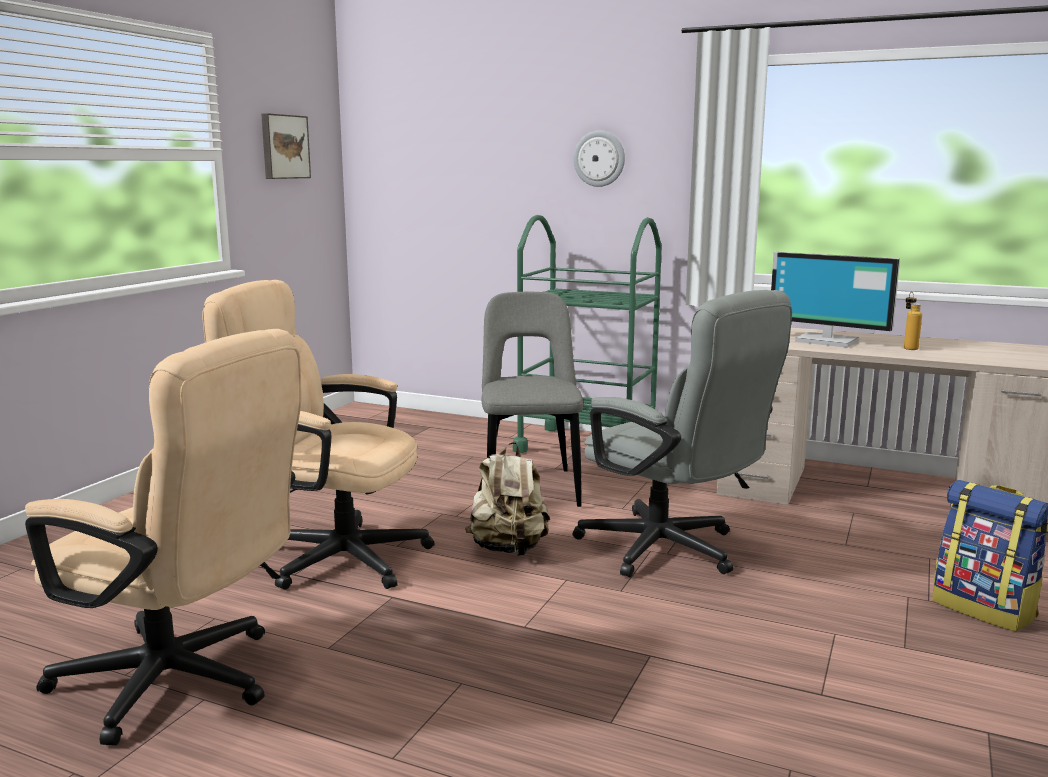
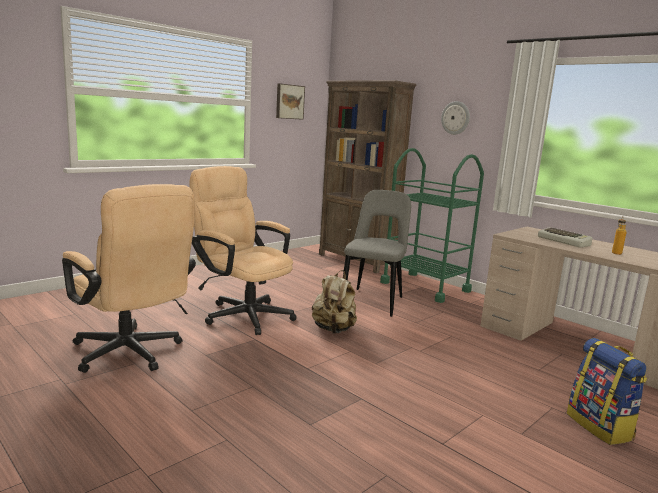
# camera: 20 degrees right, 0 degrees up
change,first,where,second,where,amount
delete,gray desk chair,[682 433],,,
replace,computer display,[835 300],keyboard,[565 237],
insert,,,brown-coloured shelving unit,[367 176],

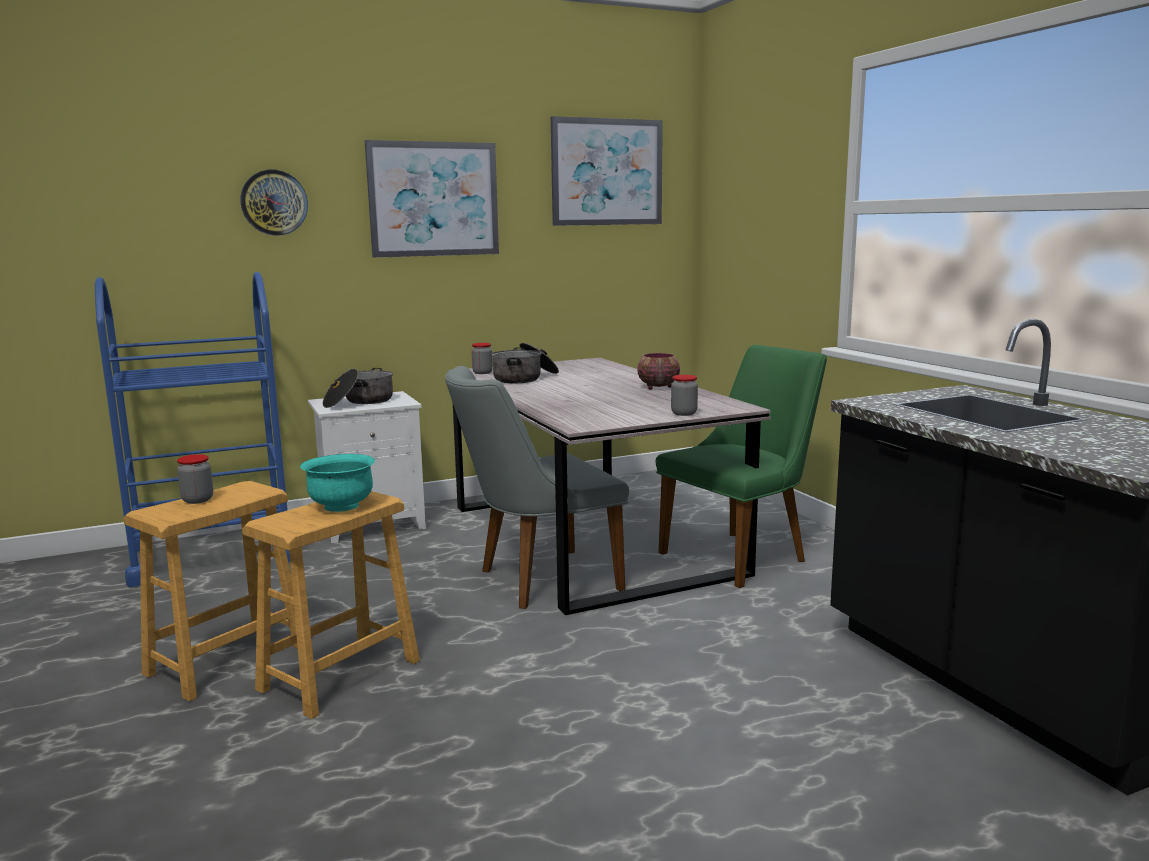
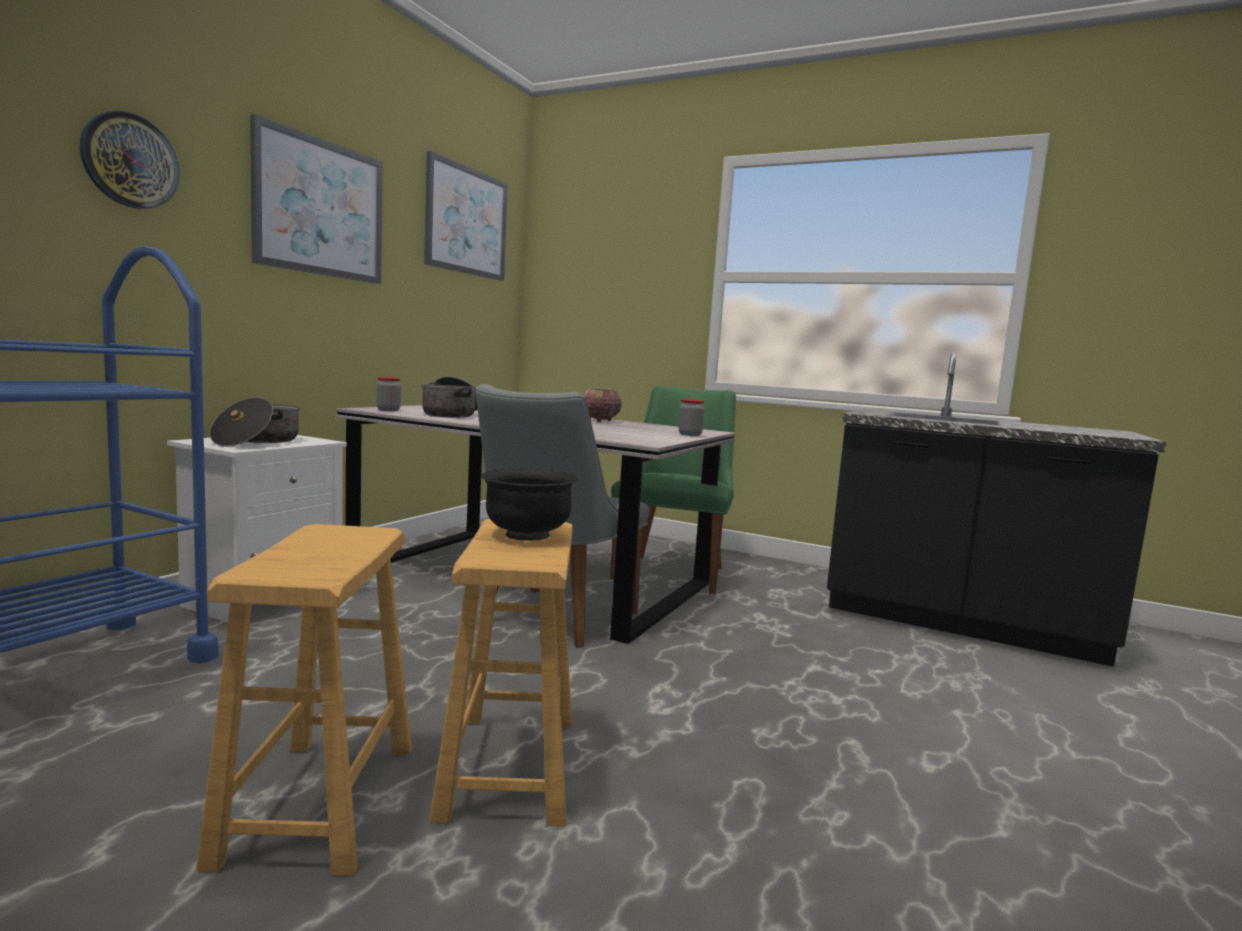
# camera: 40 degrees left, 5 degrees down
change,first,where,second,where,amount
delete,jar,[195 479],,,
recolor,blue-green deep dish,[337 483],blackish deep dish,[529 505],

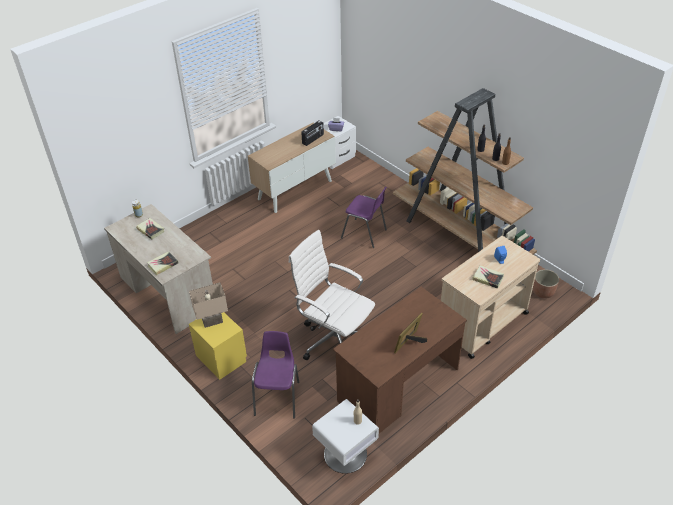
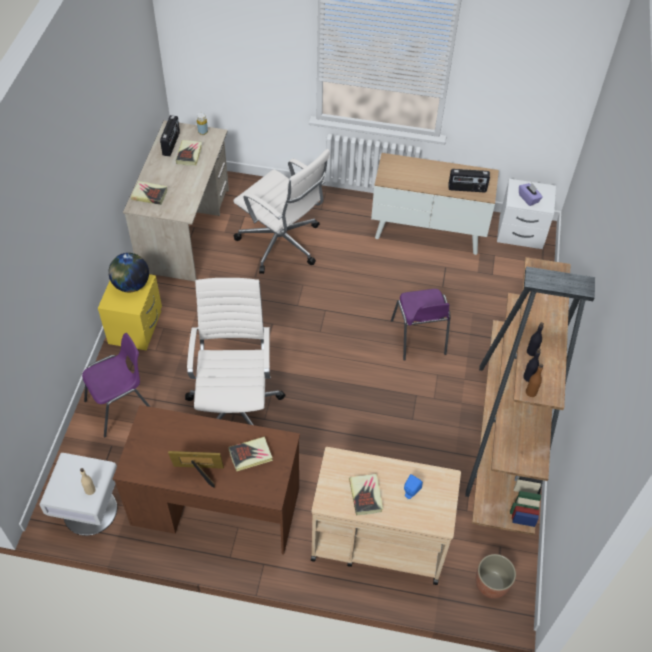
# camera: 50 degrees right, 10 degrees up
change,first,where,second,where,amount
replace,beige-coloured lamp for a table,[208 305],globe,[128 272],
insert,,,radio set,[170 135],
insert,,,volume,[250 453],
insert,,,whitish desk chair,[281 211],

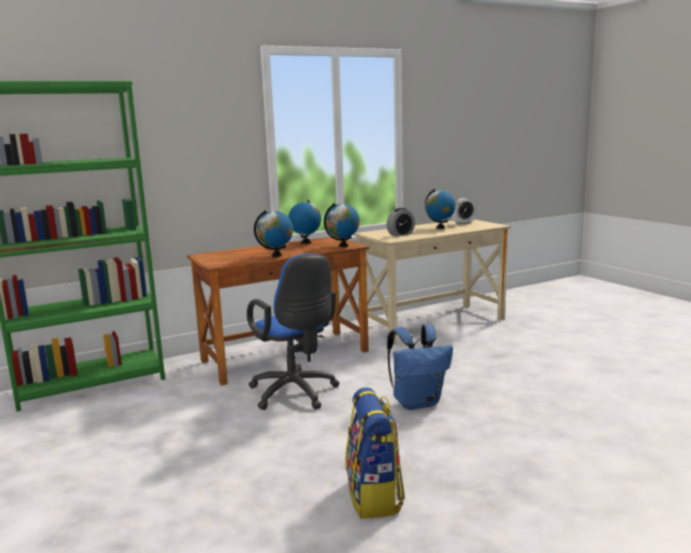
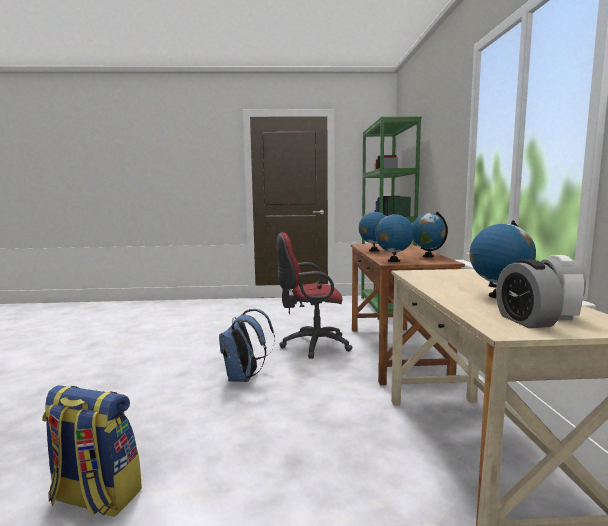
# camera: 115 degrees right, 5 degrees down
change,first,where,second,where,amount
recolor,blue-coloured desk chair,[293 332],red desk chair,[315 295],
move,backpack,[375 453],,[92 451],
move,bedside clock,[401 222],,[530 293],

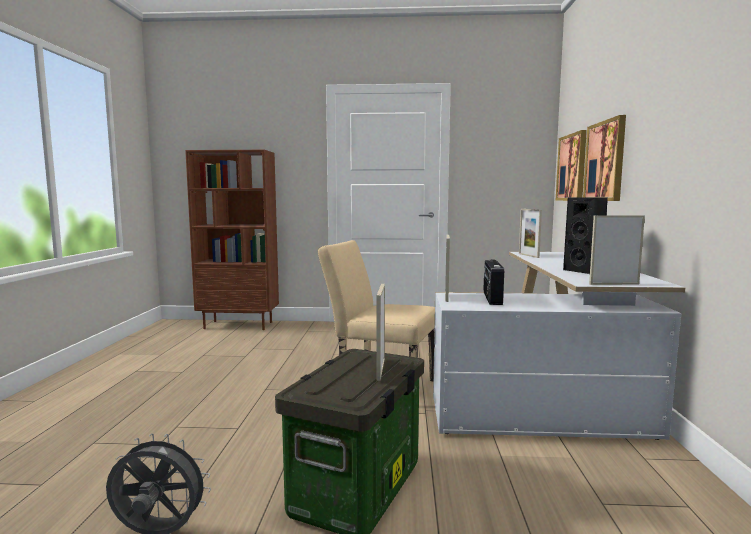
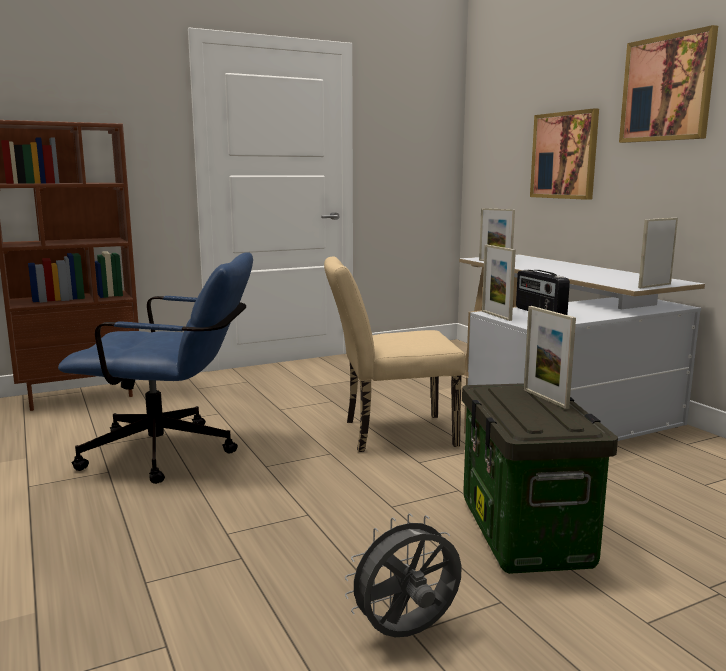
# camera: 30 degrees left, 5 degrees up
change,first,where,second,where,amount
move,wall art,[571 165],,[668 84],
delete,blackish speaker,[585 235],,,
insert,,,blue-coloured desk chair,[155 368],

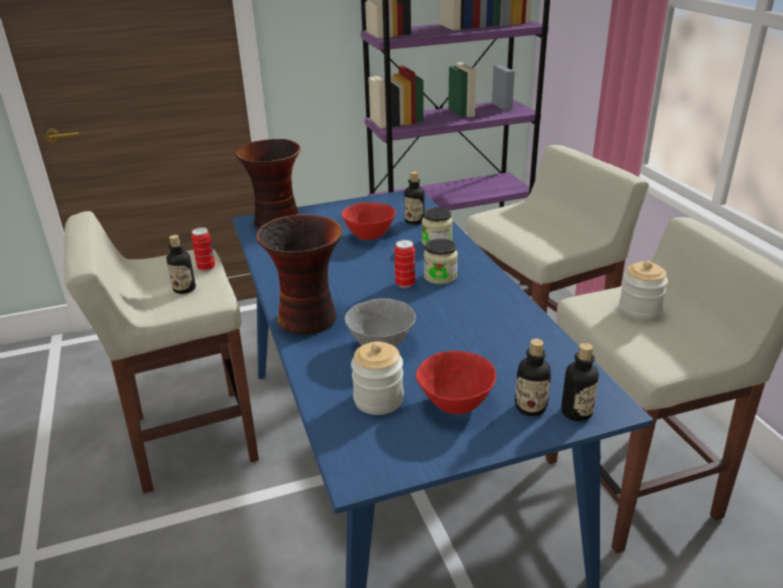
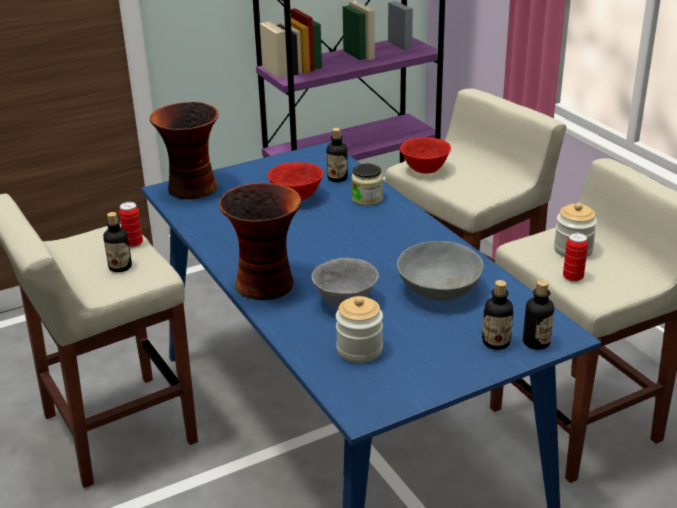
# camera: 10 degrees left, 0 degrees up
change,first,where,second,where,amount
move,can,[404 264],,[575 257],
move,red deep dish,[456 382],,[425 155],
delete,jar,[441 261],,,
insert,,,gray deep dish,[440 271],

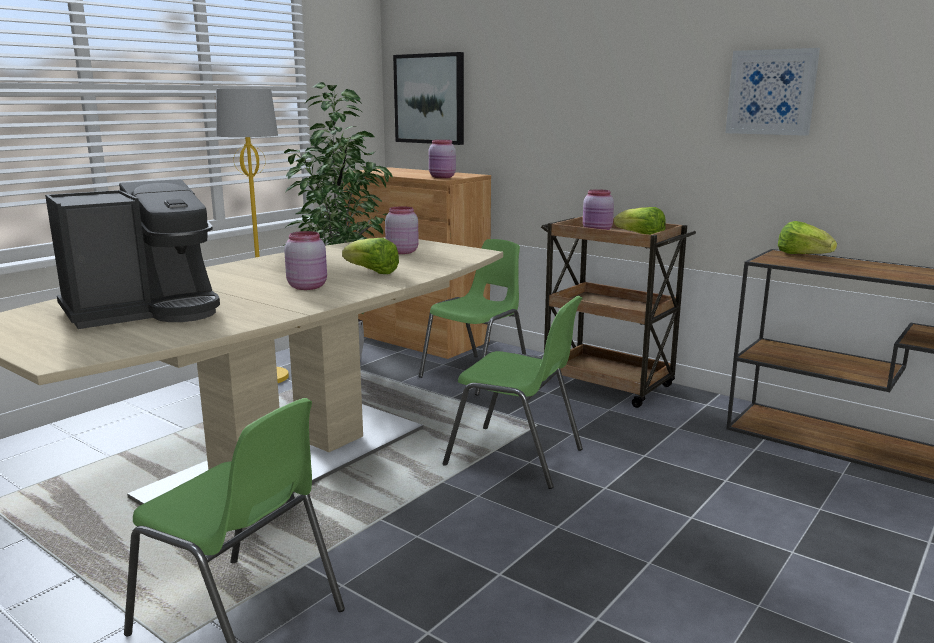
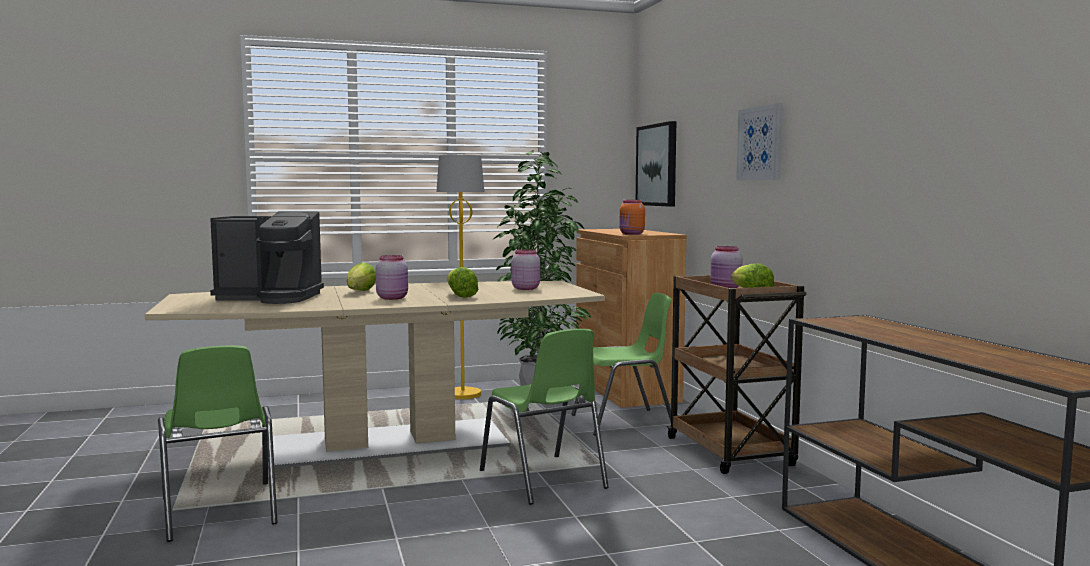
# camera: 35 degrees right, 10 degrees down
change,first,where,second,where,amount
recolor,pink jar,[442 159],orange-coloured jar,[632 217],
move,wall art,[772 92],,[760 141],
move,lettuce head,[807 237],,[361 276],

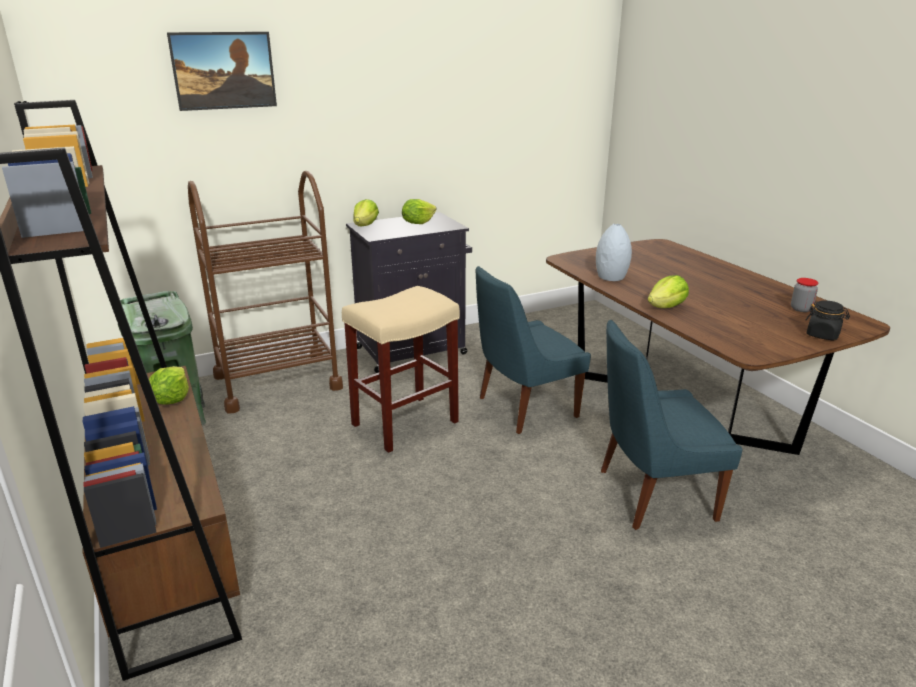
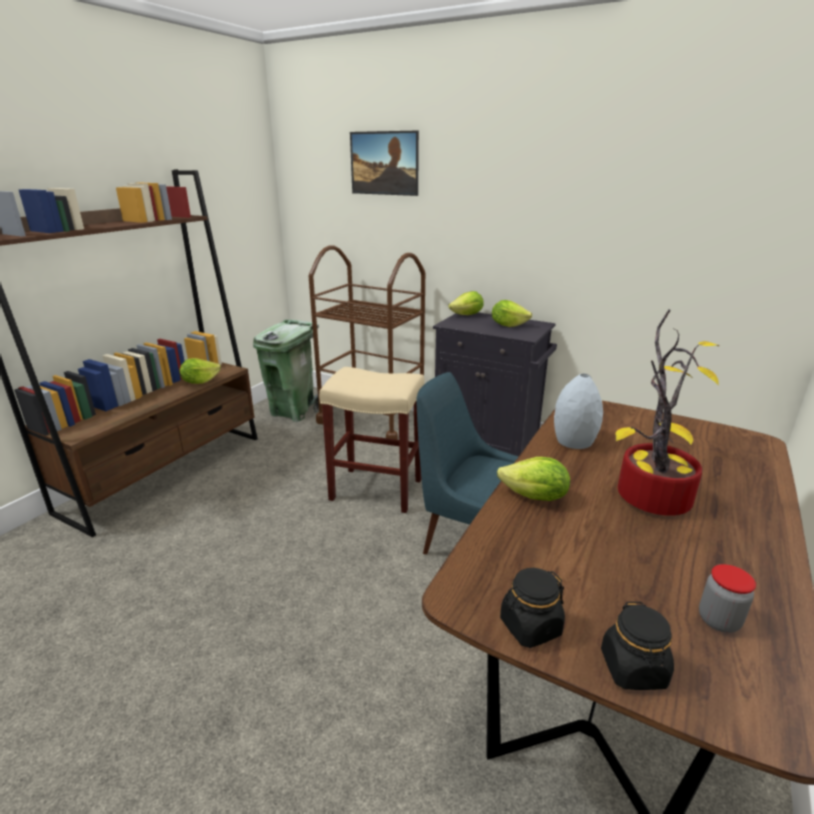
# camera: 55 degrees right, 0 degrees up
change,first,where,second,where,amount
delete,blue-coloured chair,[672 425],,,
insert,,,blackish jar,[532 608],
insert,,,plant in a pot,[667 413],

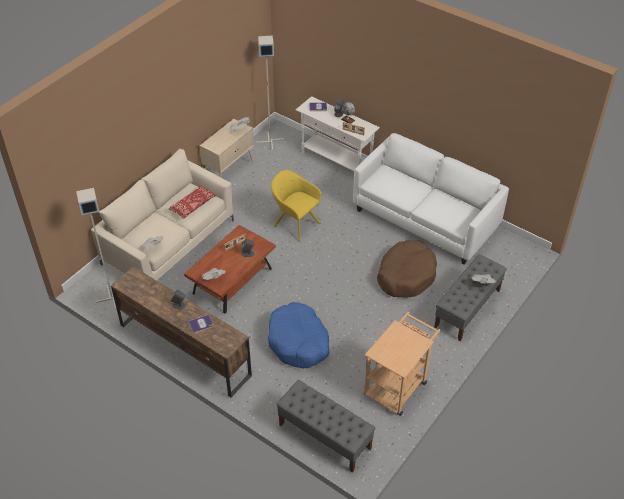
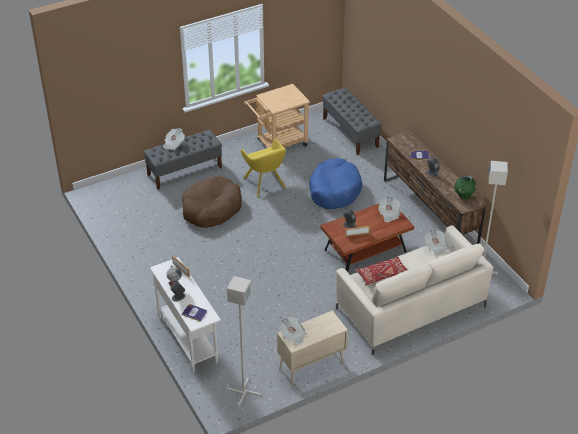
# camera: 155 degrees left, 5 degrees down
change,first,where,second,where,amount
move,yellow-coloured armchair,[296 206],,[263 168],
delete,whitish settee,[431 199],,,
insert,,,greenish vase,[465 187],

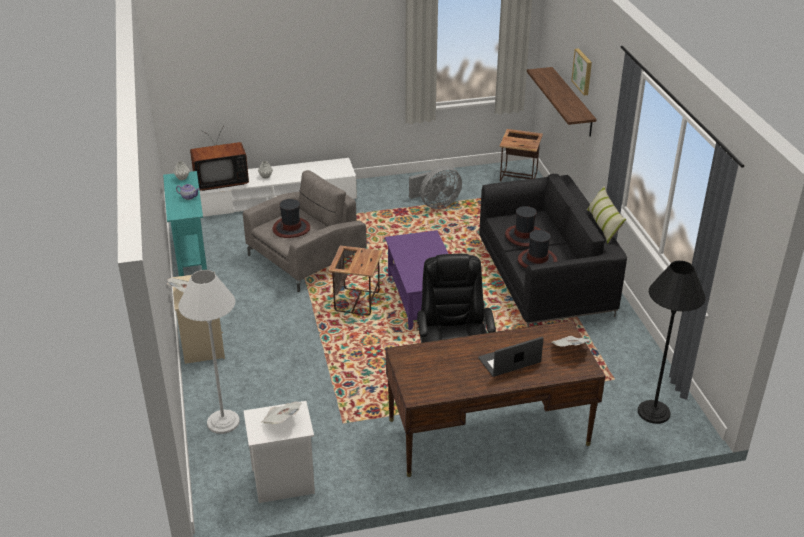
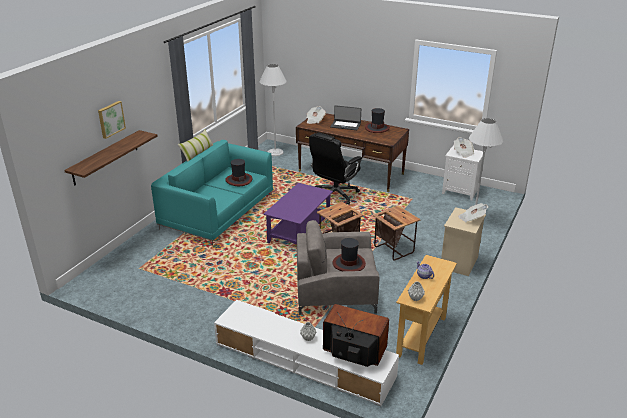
# camera: 140 degrees left, 5 degrees down
change,first,where,second,where,amount
recolor,blue-green hall table,[185 223],beige-coloured hall table,[426 310],
delete,gray fan,[435 187],,,
recolor,blackish settee,[553 250],blue-green settee,[212 192],
move,side table,[521 155],,[397 233],
move,hat,[523 226],,[377 120],
recolor,blackish standing lamp,[672 342],whitish standing lamp,[273 110],

